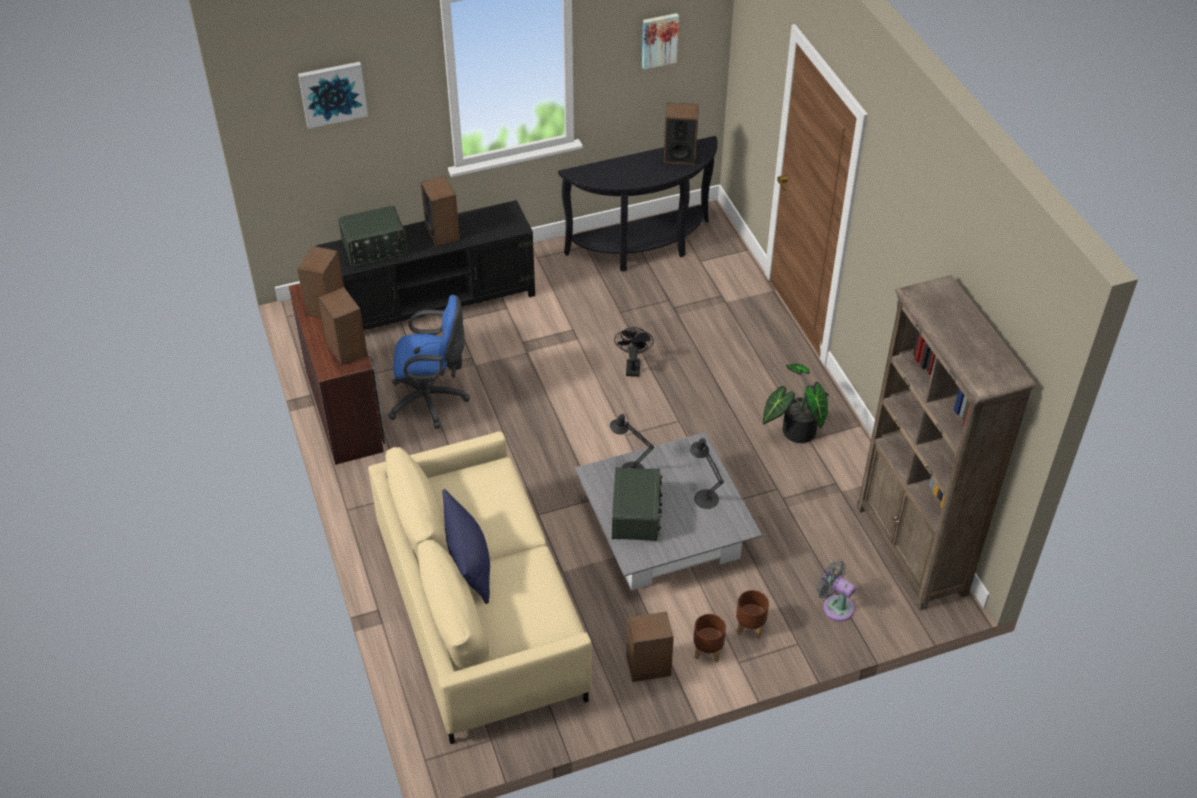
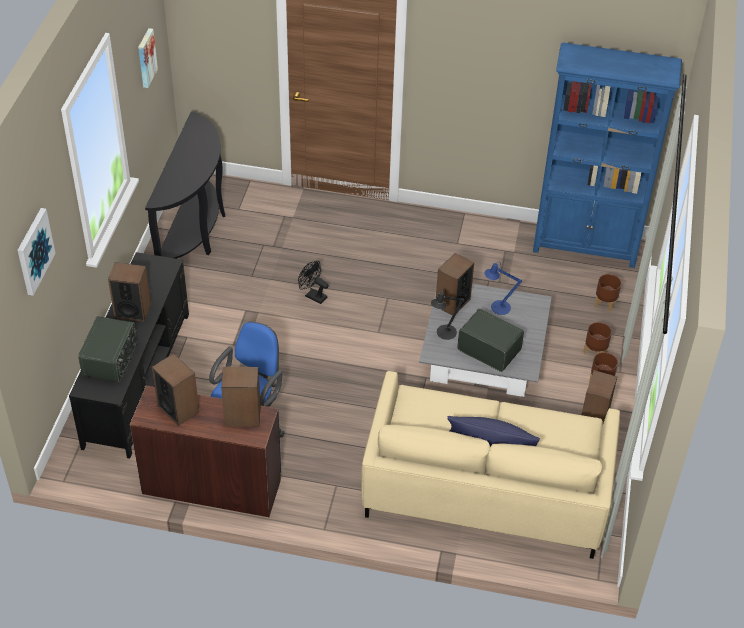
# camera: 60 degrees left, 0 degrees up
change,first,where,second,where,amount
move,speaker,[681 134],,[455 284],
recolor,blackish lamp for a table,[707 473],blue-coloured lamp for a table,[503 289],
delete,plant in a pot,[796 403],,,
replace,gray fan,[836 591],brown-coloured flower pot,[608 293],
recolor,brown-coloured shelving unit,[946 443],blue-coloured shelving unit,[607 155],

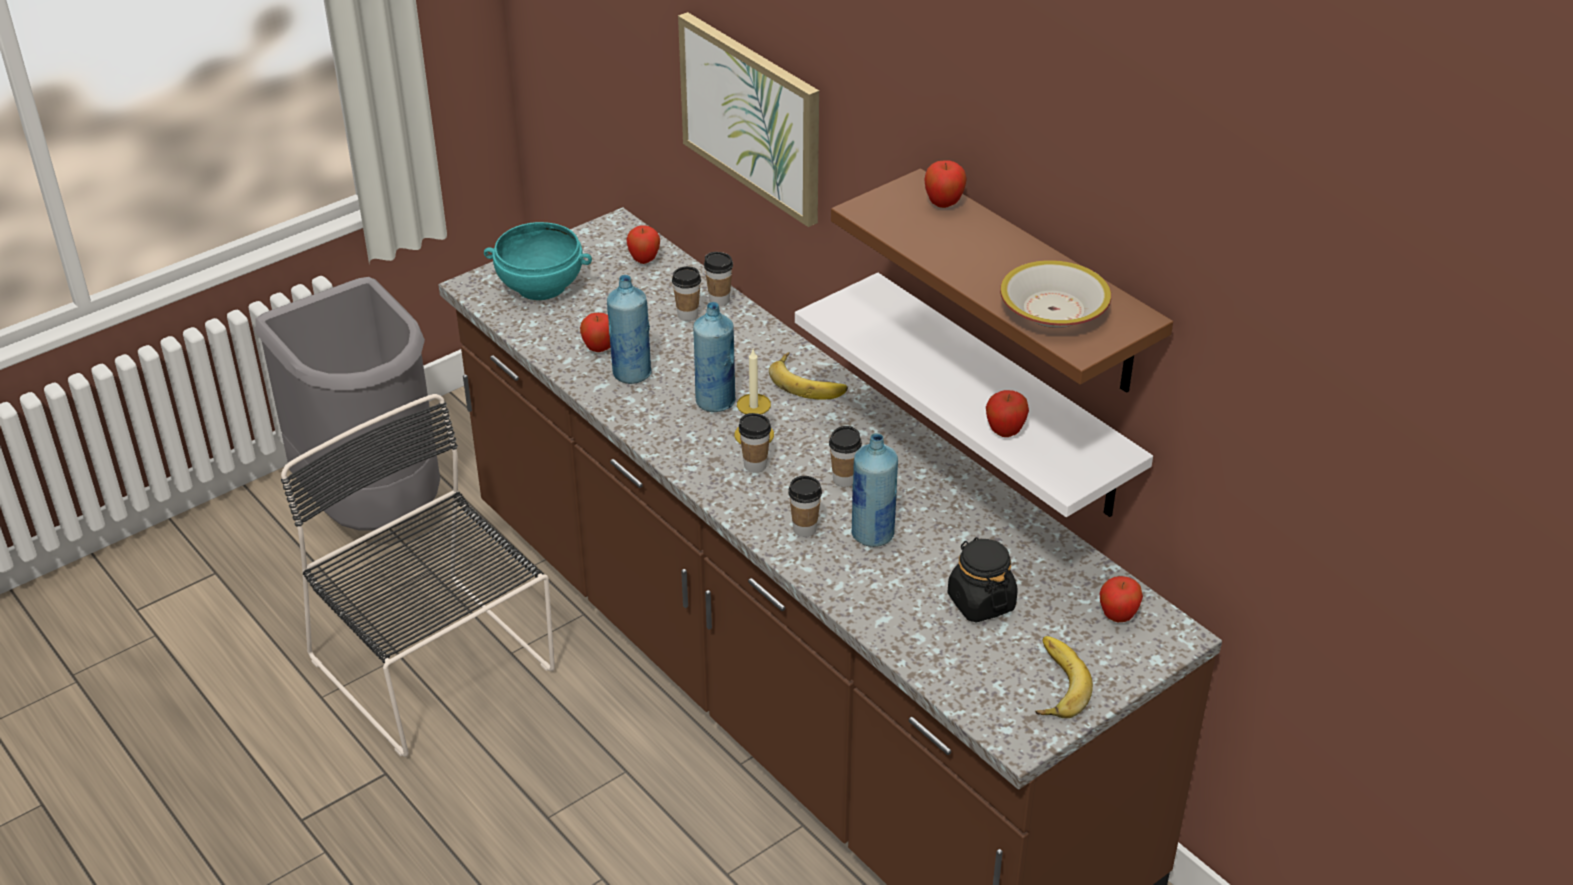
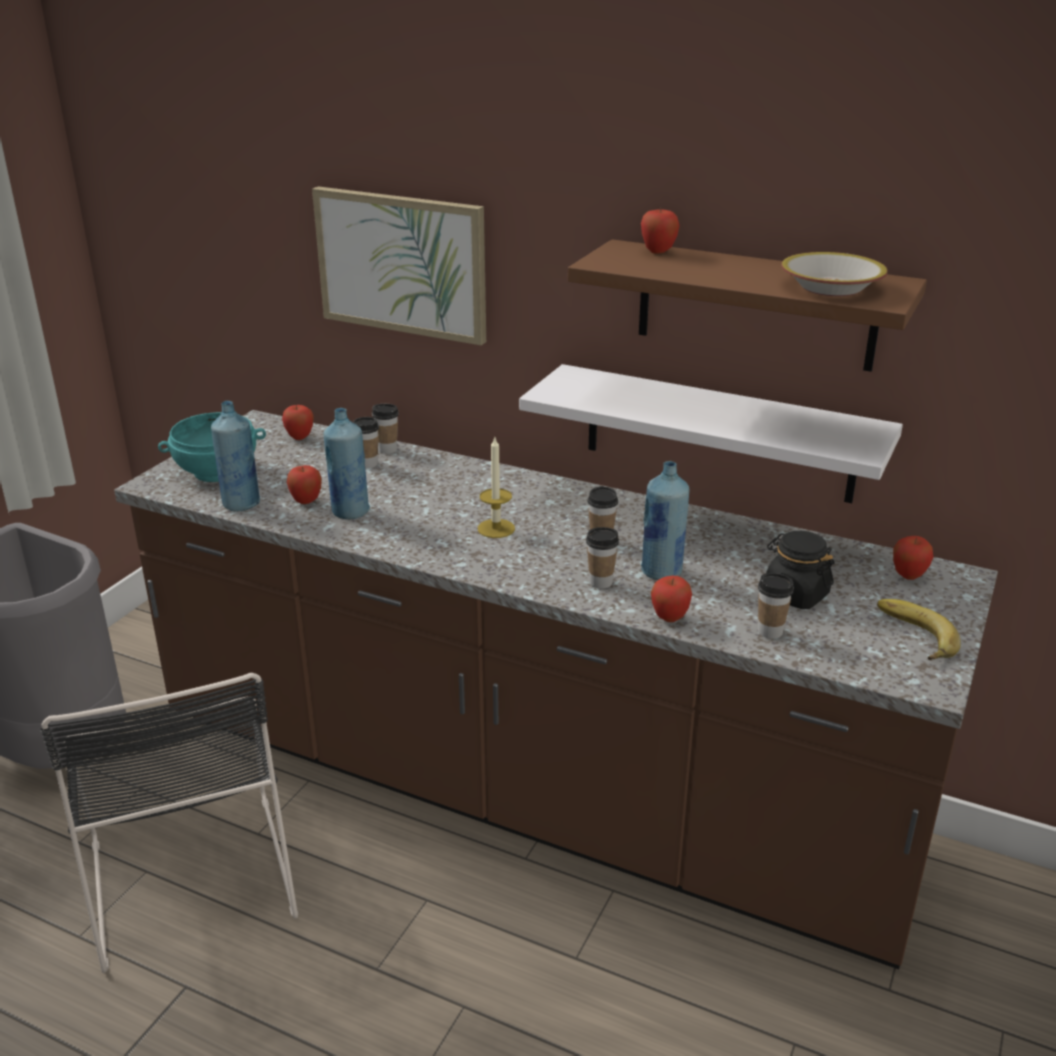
# camera: 25 degrees left, 10 degrees down
change,first,where,second,where,amount
rotate,blackish chair,[418 575],,[169 823],135 degrees counterclockwise
move,blue-coloured bottle,[714 357],,[235 456],
move,cup,[755 443],,[776 606],
delete,whole banana,[808 376],,,
move,whole apple,[1007 413],,[671 599],

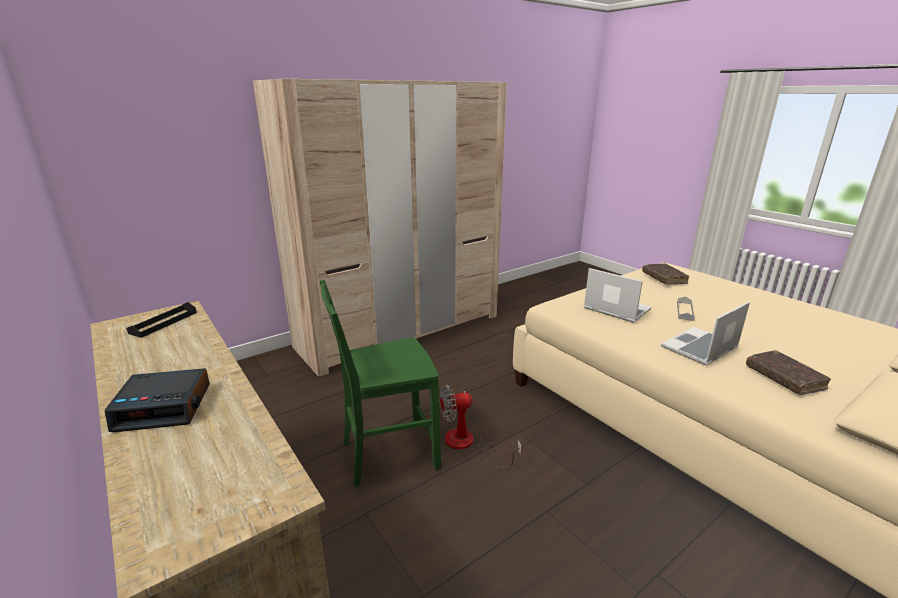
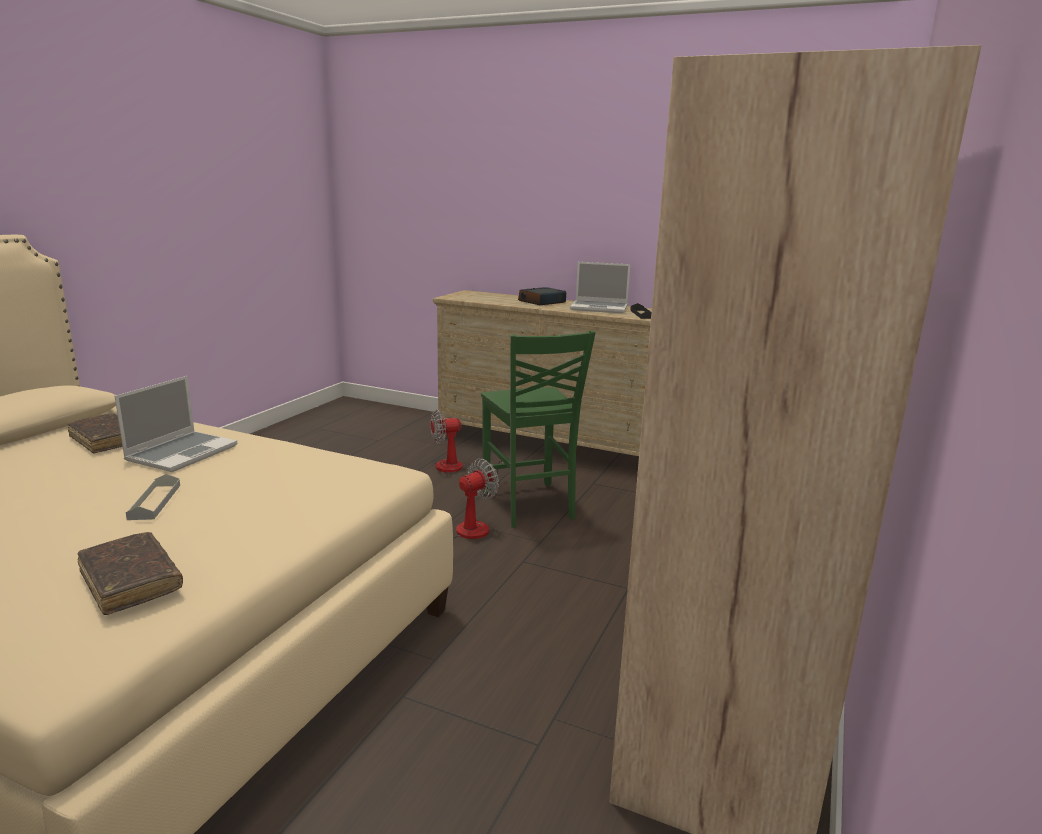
# camera: 150 degrees right, 5 degrees down
change,first,where,second,where,amount
rotate,greenish chair,[380 383],,[538 429],120 degrees clockwise
move,portable computer,[617 295],,[600 287],
insert,,,fan,[467 445],

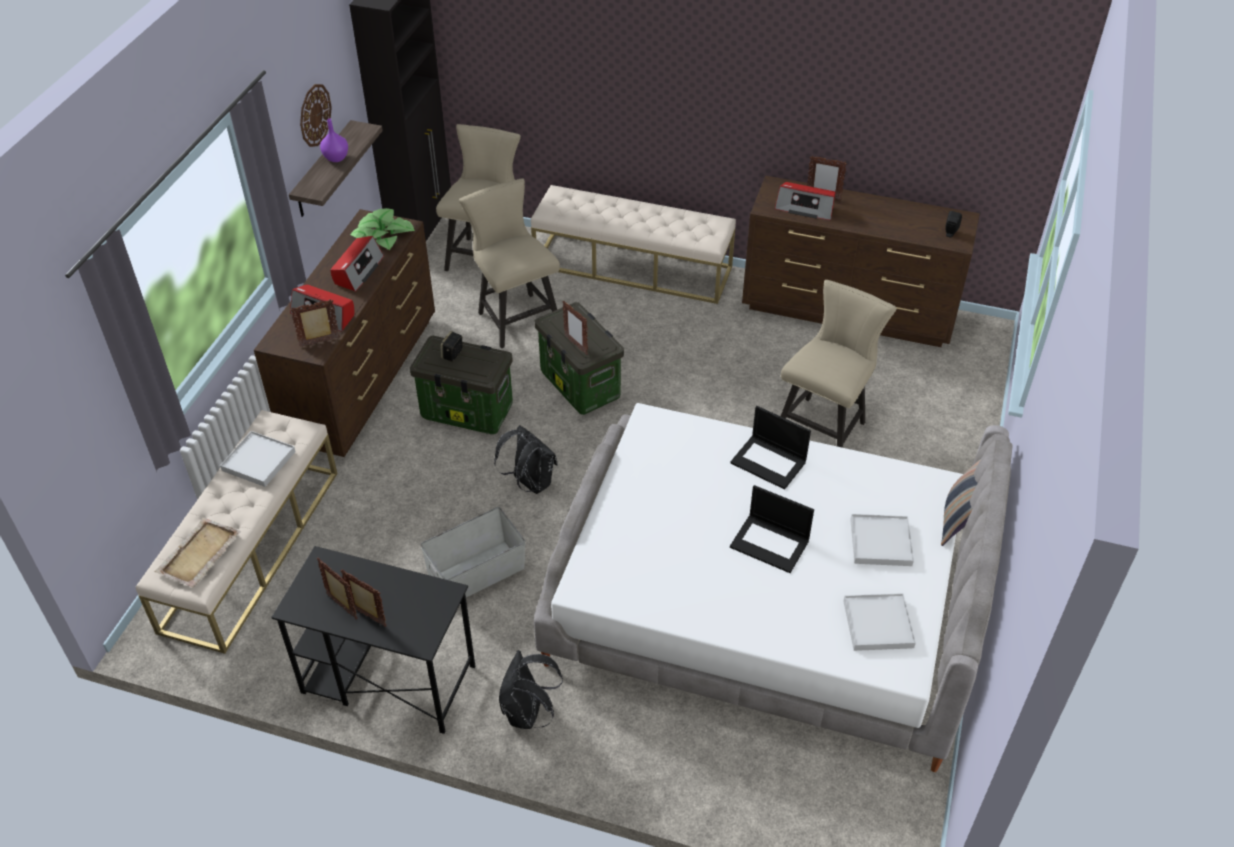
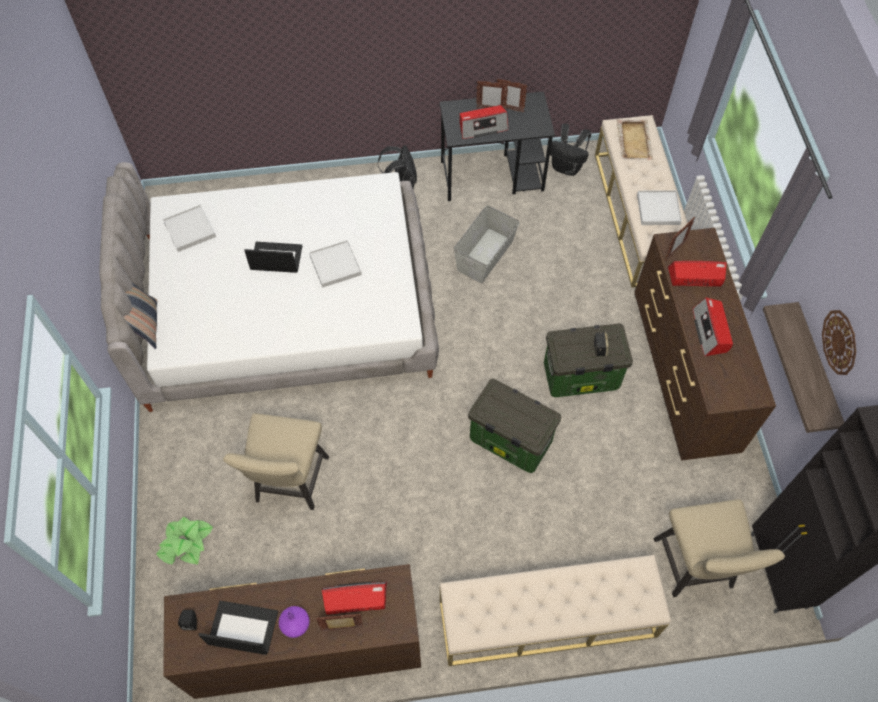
# camera: 155 degrees right, 15 degrees up
change,first,where,second,where,amount
move,purple vase,[334 140],,[294 622],
move,plant in a pot,[382 229],,[184 541],
delete,beige-coloured chair,[509 263],,,
move,blackish backpack,[526 459],,[571 150],
delete,picture frame,[575 328],,,
move,portable computer,[770 447],,[238 628],
move,whitish serving tray,[882 540],,[335 264],
insert,,,radio set,[484 122],

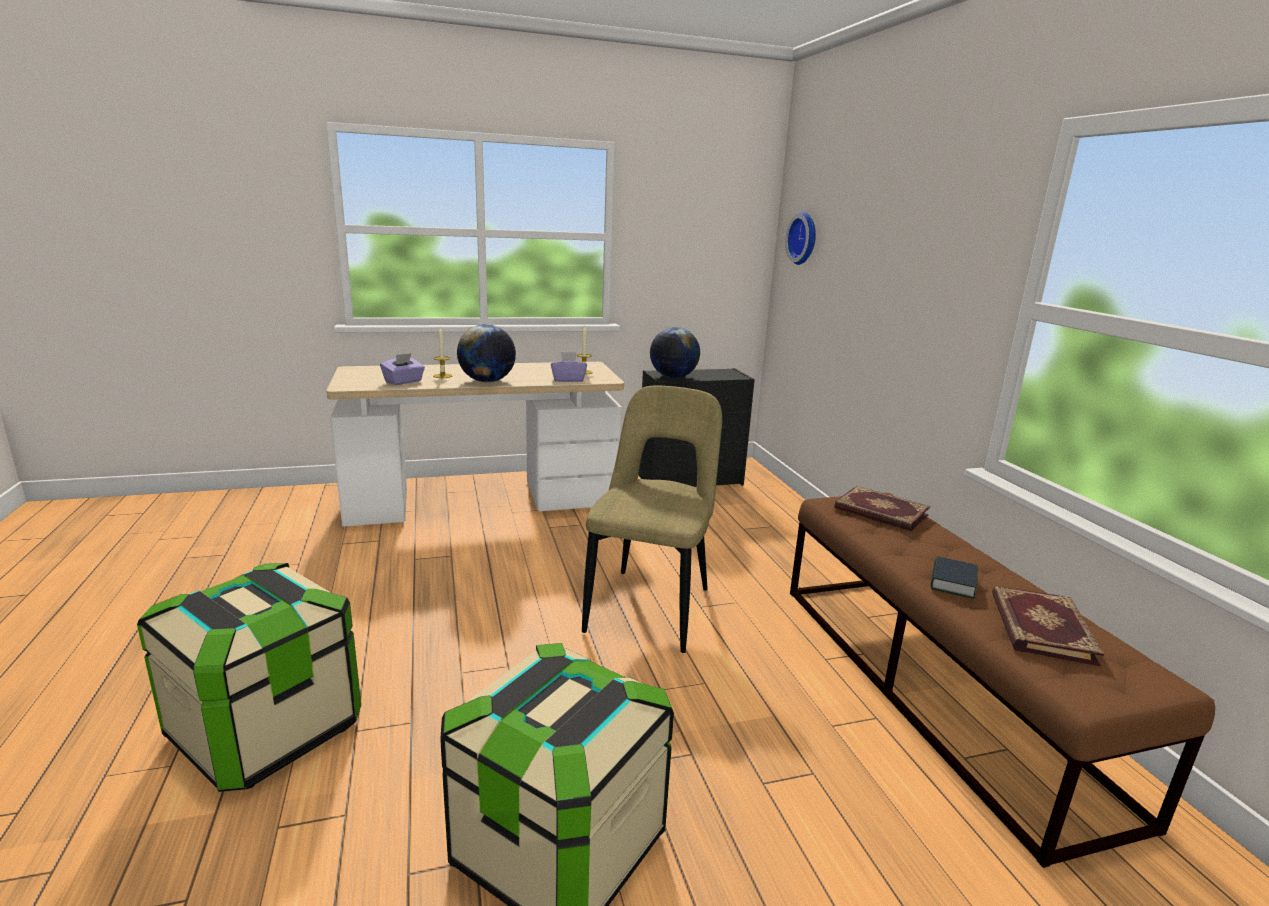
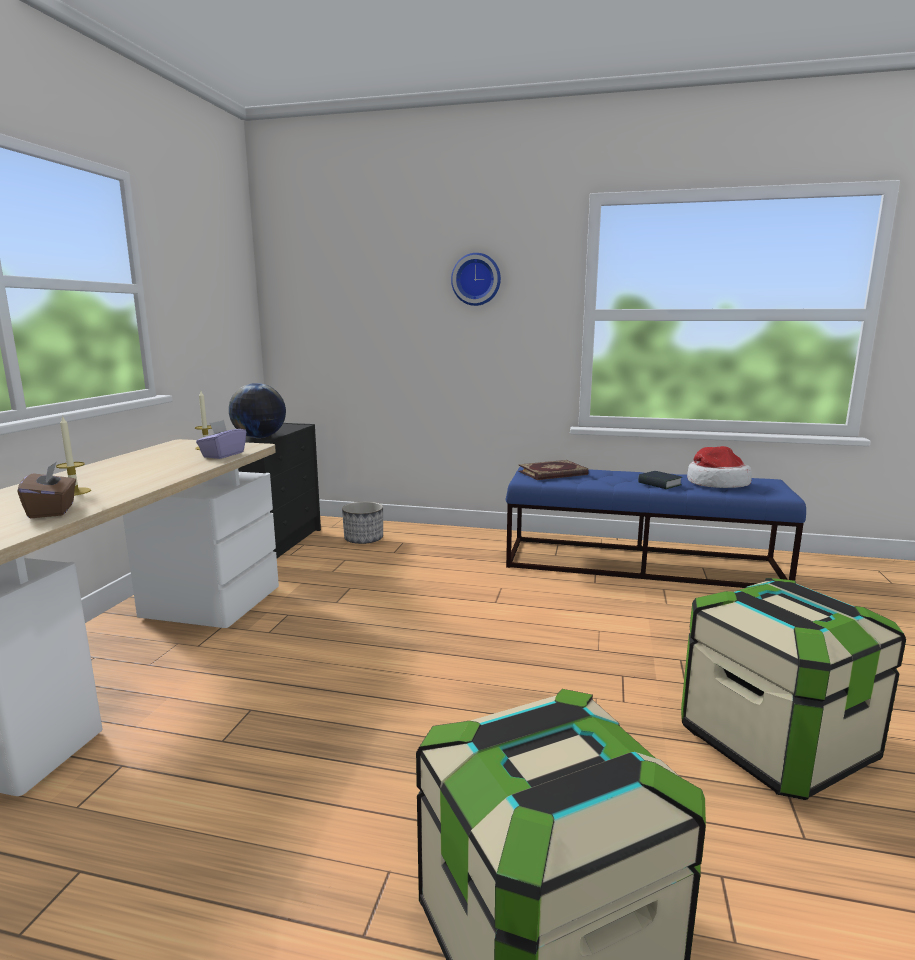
# camera: 60 degrees left, 5 degrees down
change,first,where,second,where,amount
recolor,purple tissue holder,[402 369],brown-coloured tissue holder,[46 489],
delete,globe,[486 353],,,
delete,beige-coloured chair,[652 519],,,
move,wall clock,[800 238],,[476 279],
recolor,brown-coloured long seat,[1002 680],blue-coloured long seat,[656 527],
replace,volume,[1048 626],hat,[719 467],
insert,,,flower pot,[362 523],

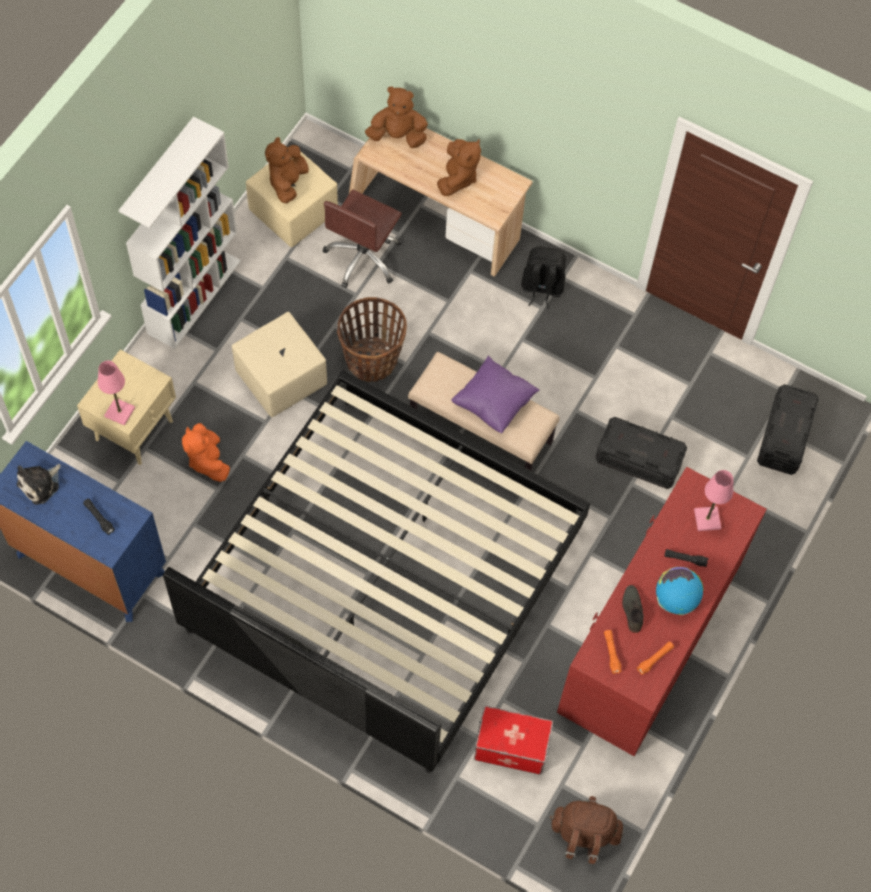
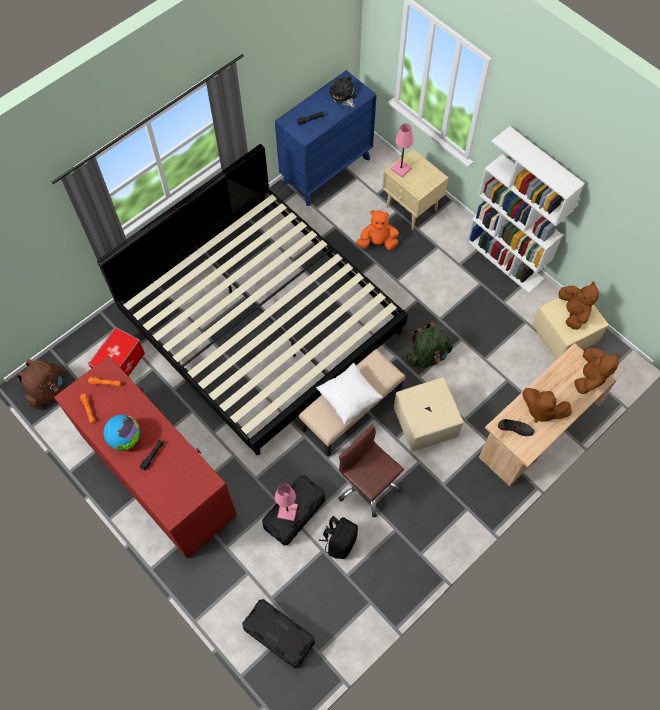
# camera: 110 degrees right, 0 degrees up
change,first,where,second,where,amount
move,beige-coloured pouffe,[279 364],,[429 414],
rotate,brown-coloured cuddly toy,[287 170],,[579 305],45 degrees clockwise
move,brown-coloured desk chair,[362 239],,[371 471],
replace,storage basket,[372 339],greenish backpack,[430 345],
recolor,purple cushion,[495 394],whitish cushion,[350 394],
move,blackish backpack,[543 278],,[338 537],
move,gray shoe,[633 609],,[516 427],
move,pink lamp for a table,[713 500],,[286 502],

